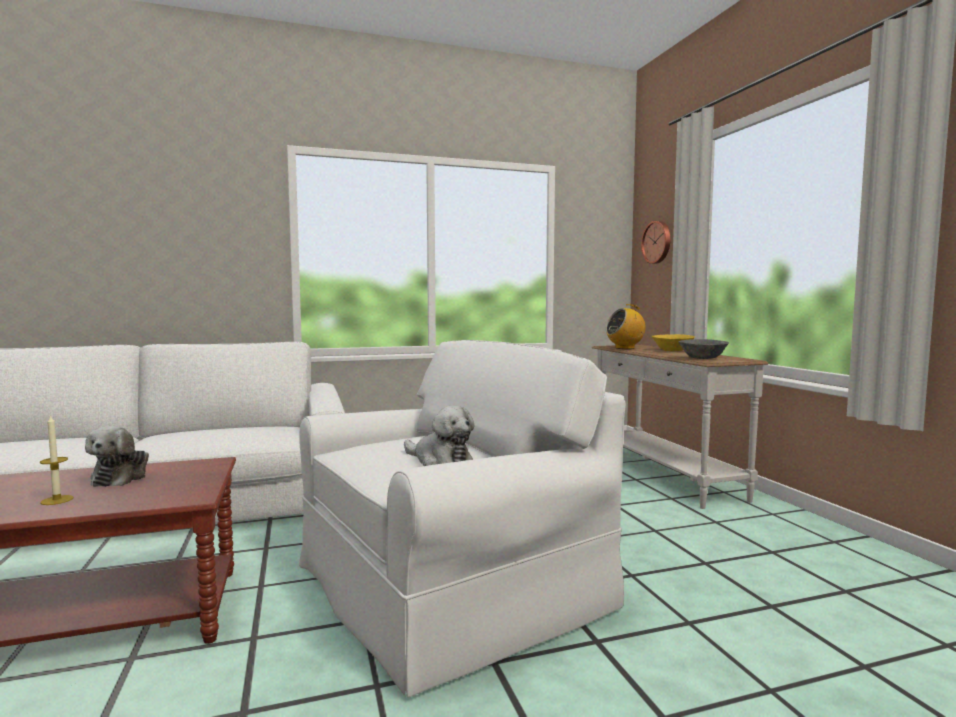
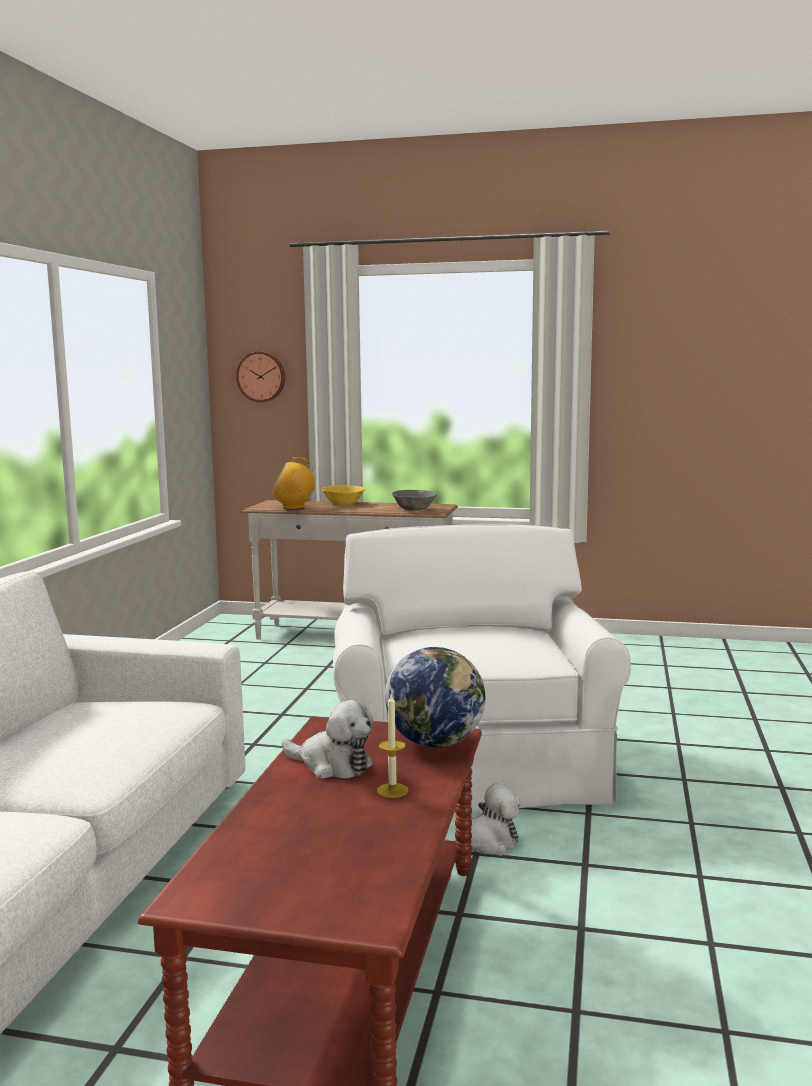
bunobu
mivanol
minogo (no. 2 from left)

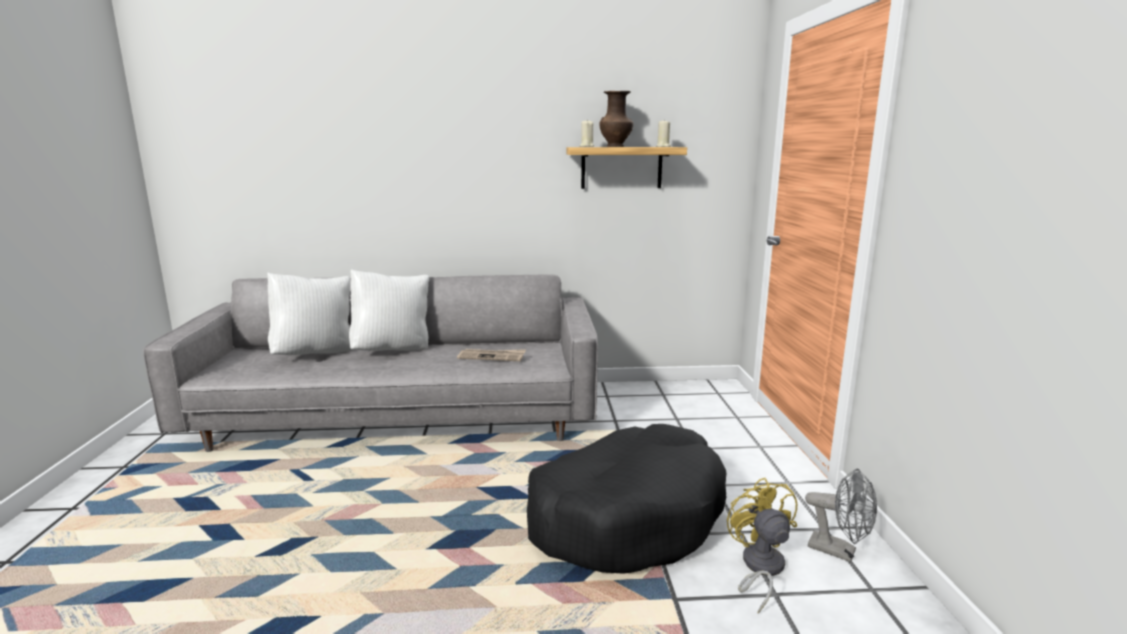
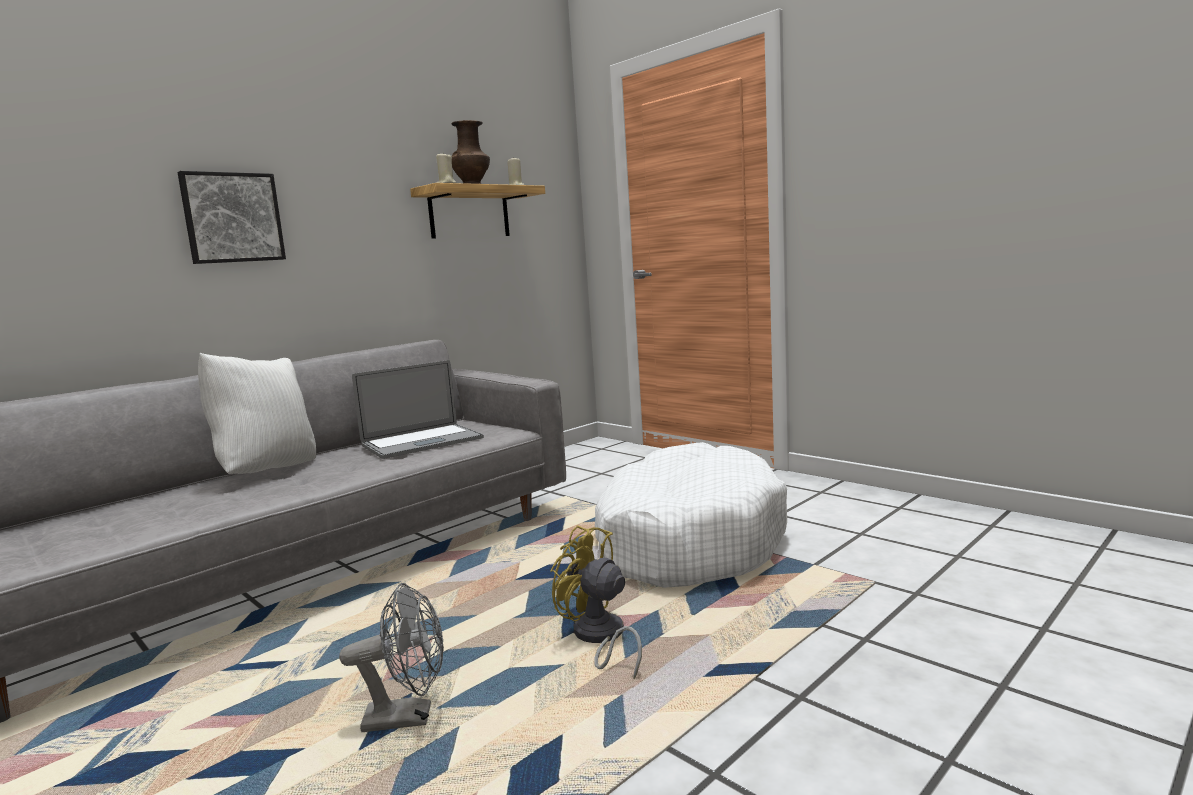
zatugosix
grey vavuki
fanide
yellow vavuki
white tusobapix
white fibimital (no. 1 from left in the first image)

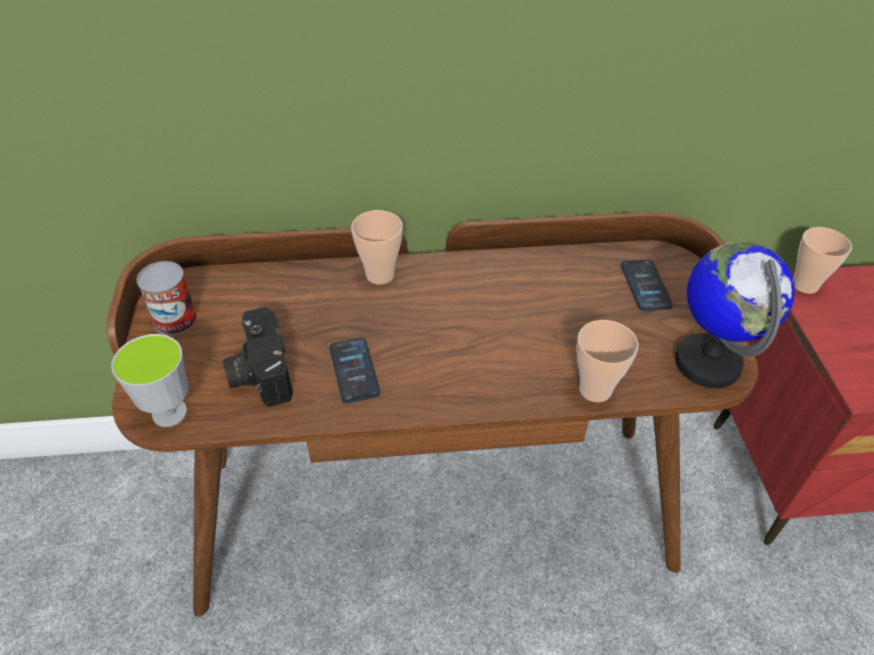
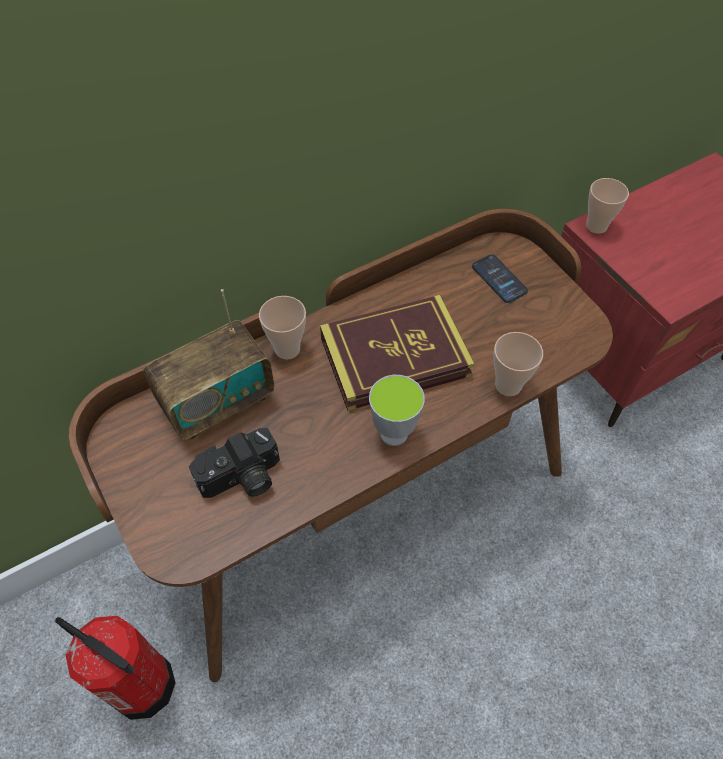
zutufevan
bunobu
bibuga
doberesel
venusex (no. 2 from left)
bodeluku
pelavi (no. 1 from left in the first image)
mivanol

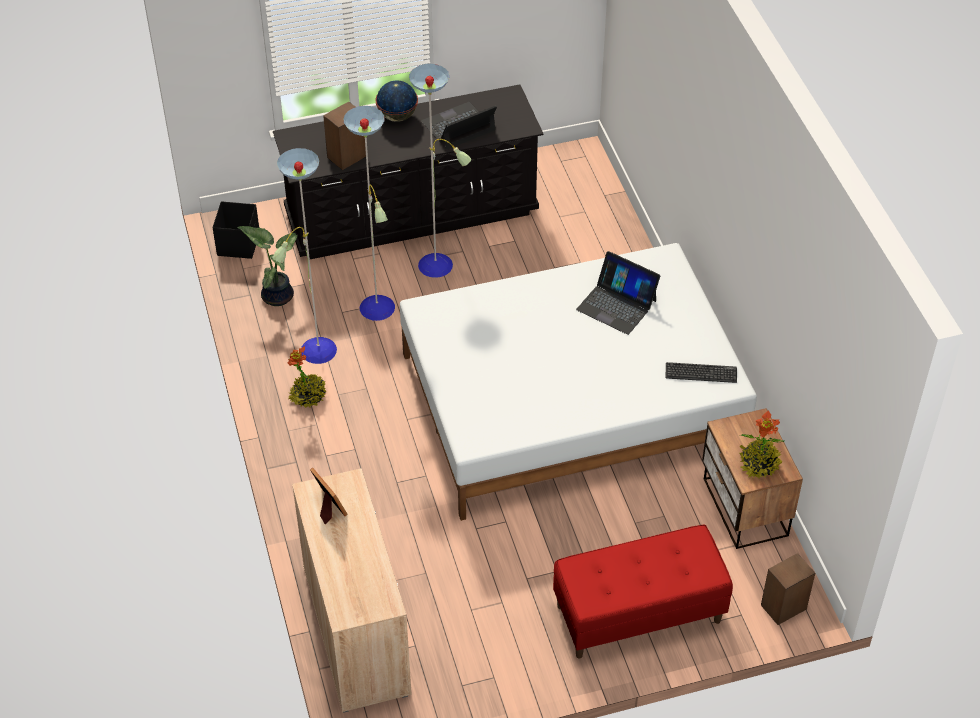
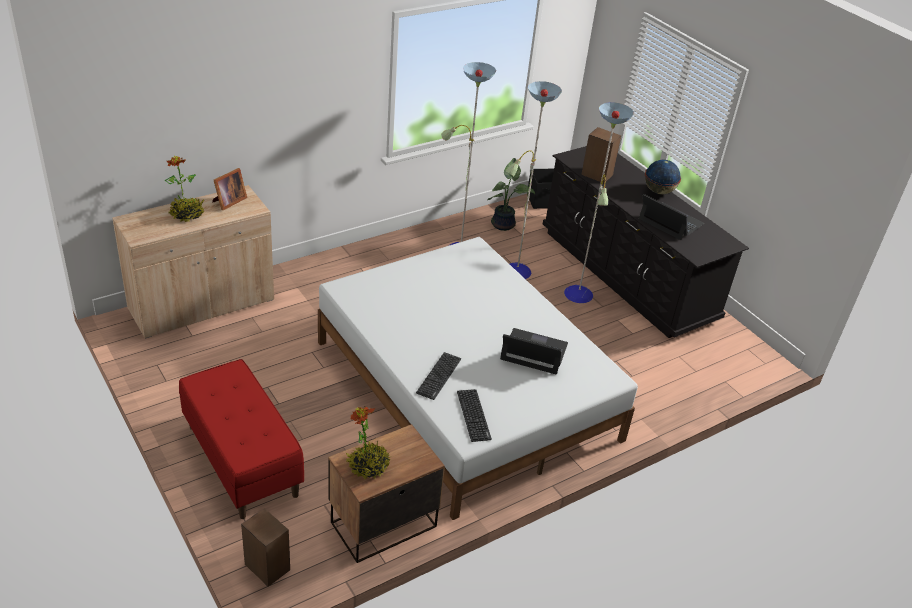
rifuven (no. 1 from left)
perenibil (no. 1 from left)
fanide (no. 1 from left)

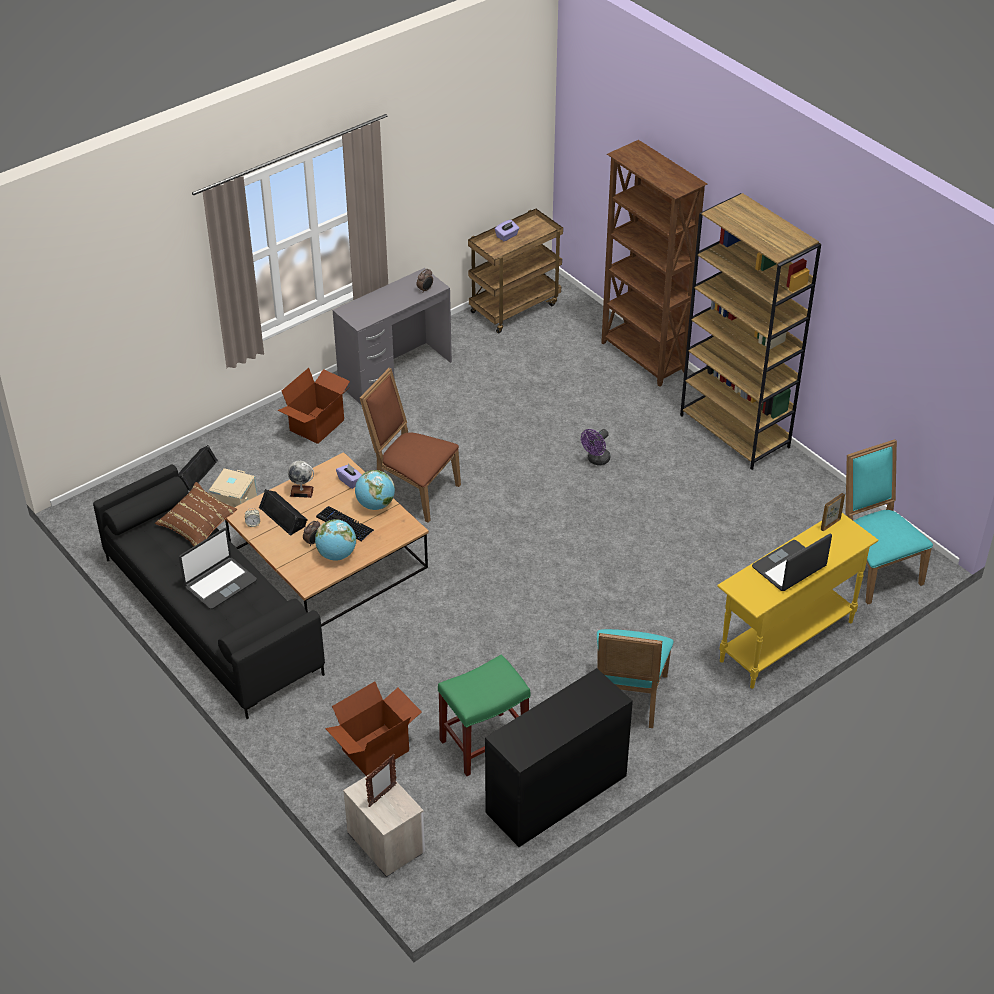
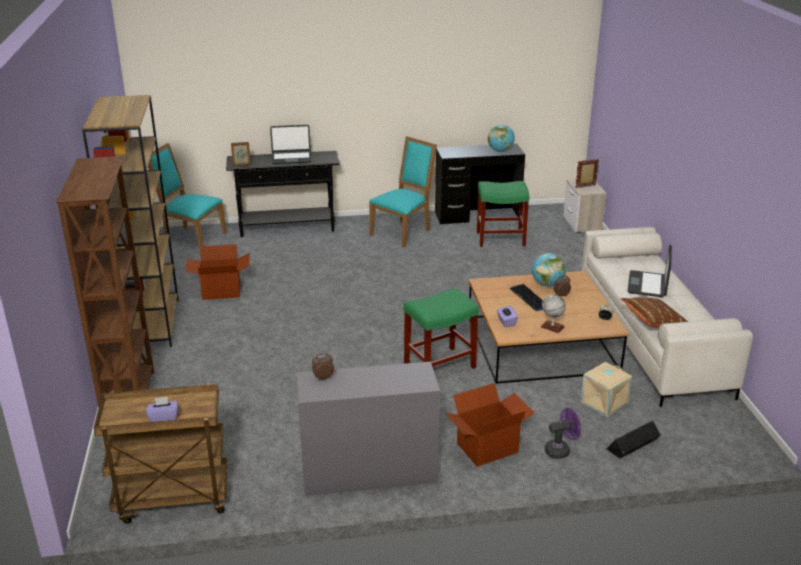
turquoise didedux (no. 1 from left)
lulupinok (no. 1 from left)
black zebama
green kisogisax (no. 1 from left)
mivanol (no. 1 from left)
purple vavuki
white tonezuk
fanide (no. 2 from left)
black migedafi (no. 2 from left in the first image)

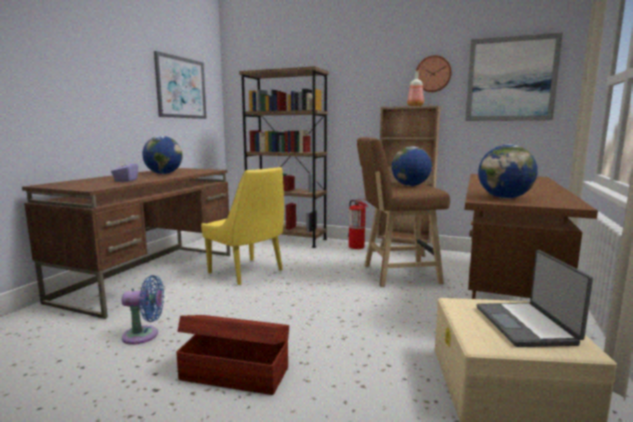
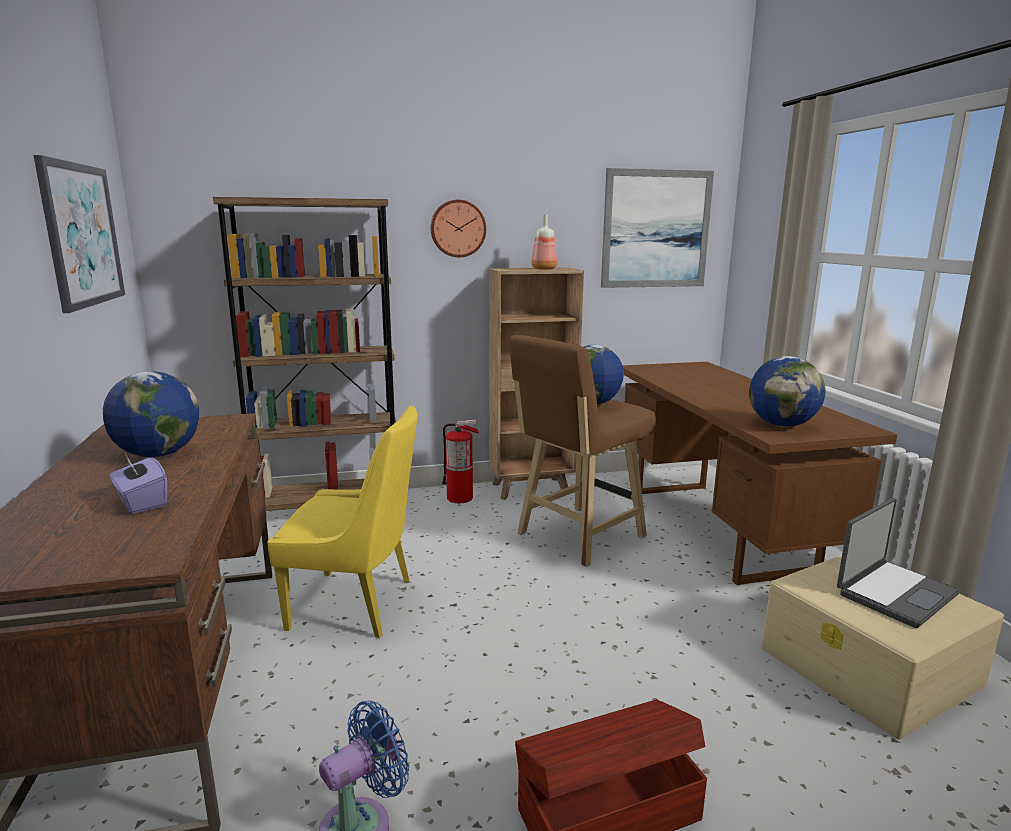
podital
fanide

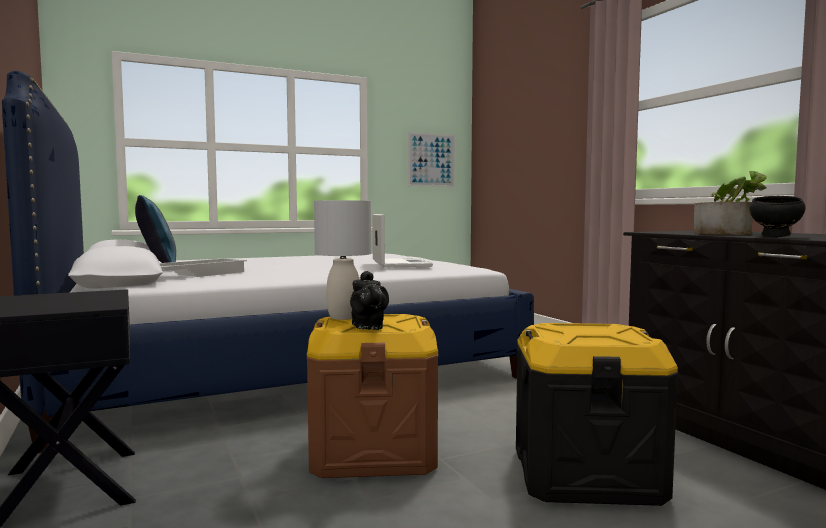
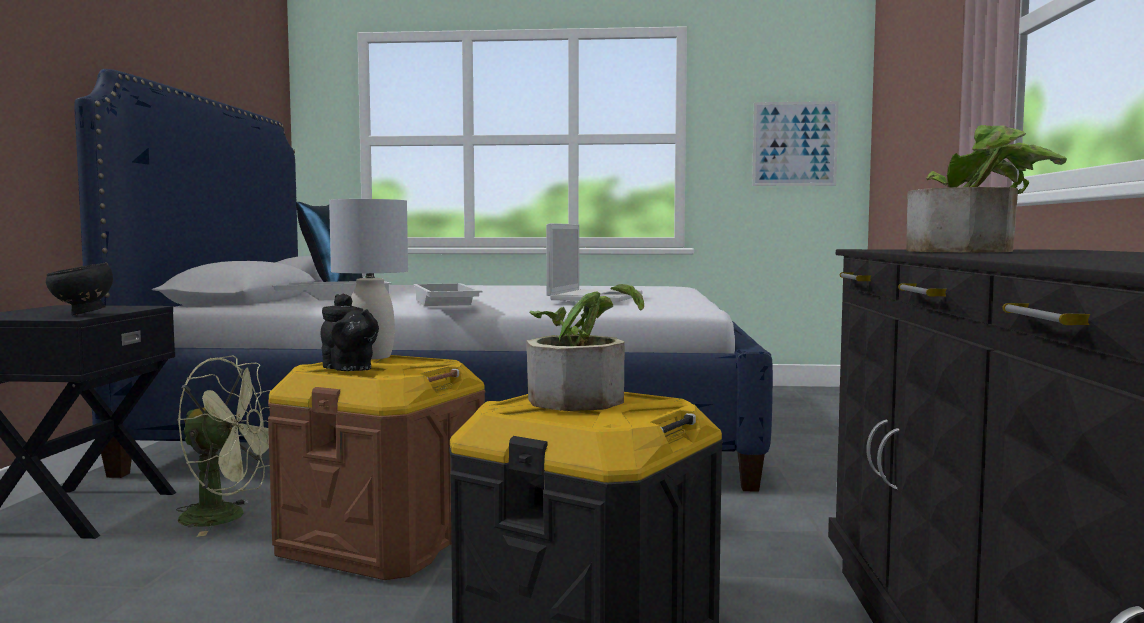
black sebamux
green vavuki
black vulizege
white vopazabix (no. 2 from left)
rifuven (no. 1 from left)

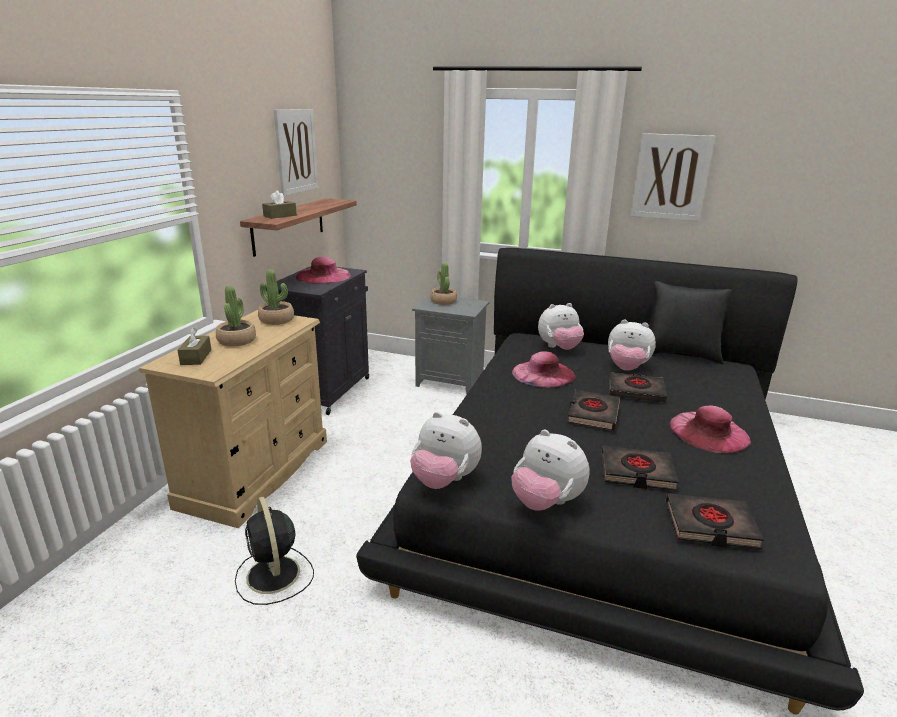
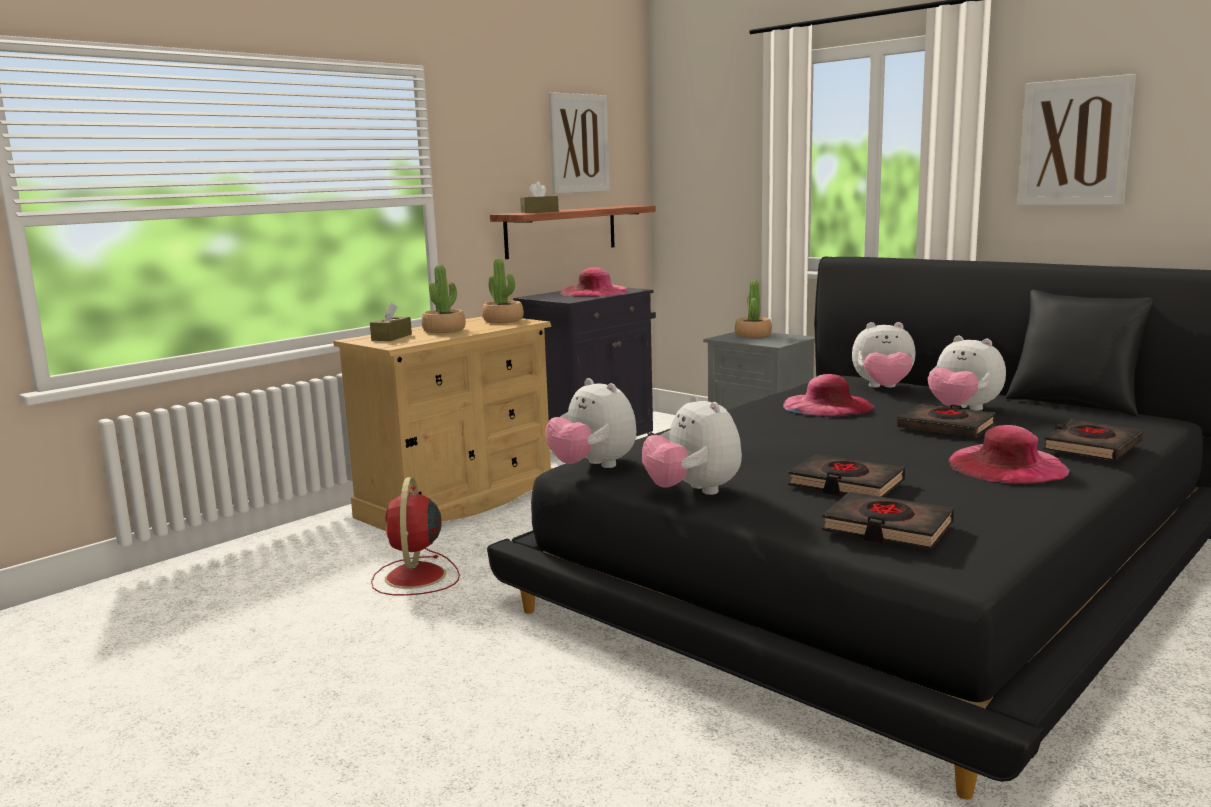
red vavuki
black doberesel (no. 4 from left)

